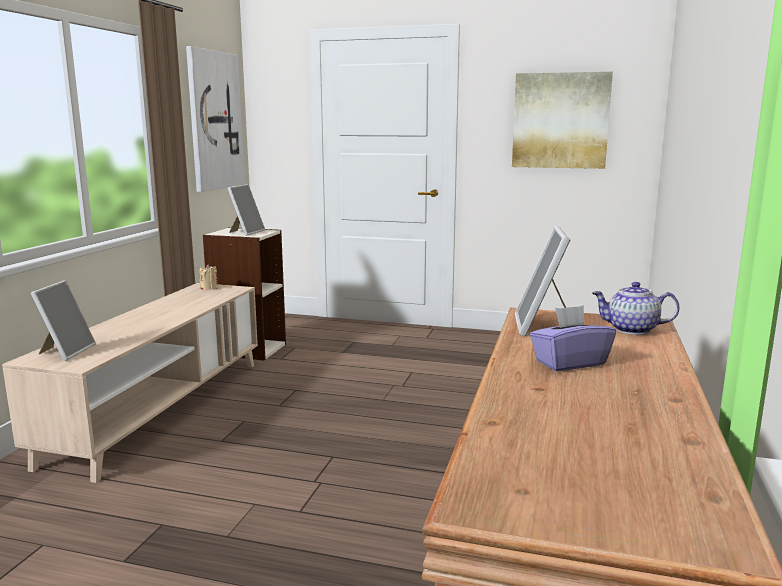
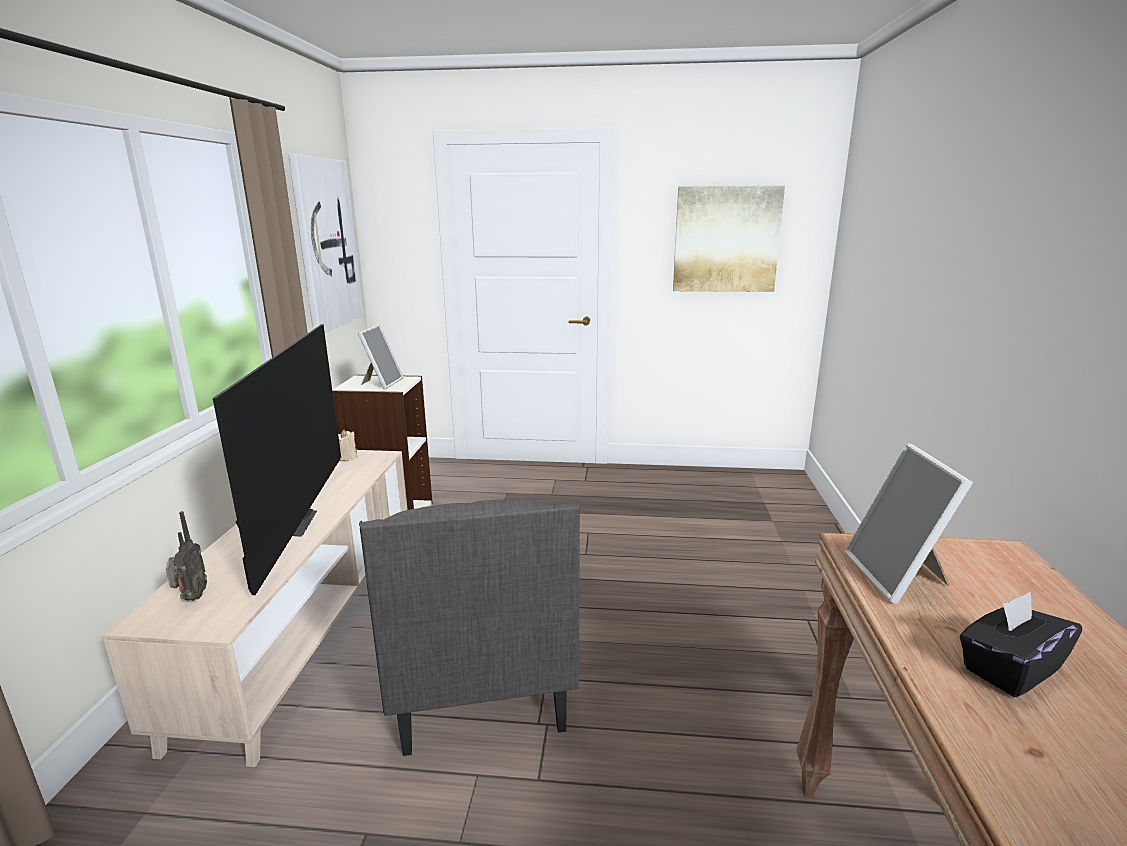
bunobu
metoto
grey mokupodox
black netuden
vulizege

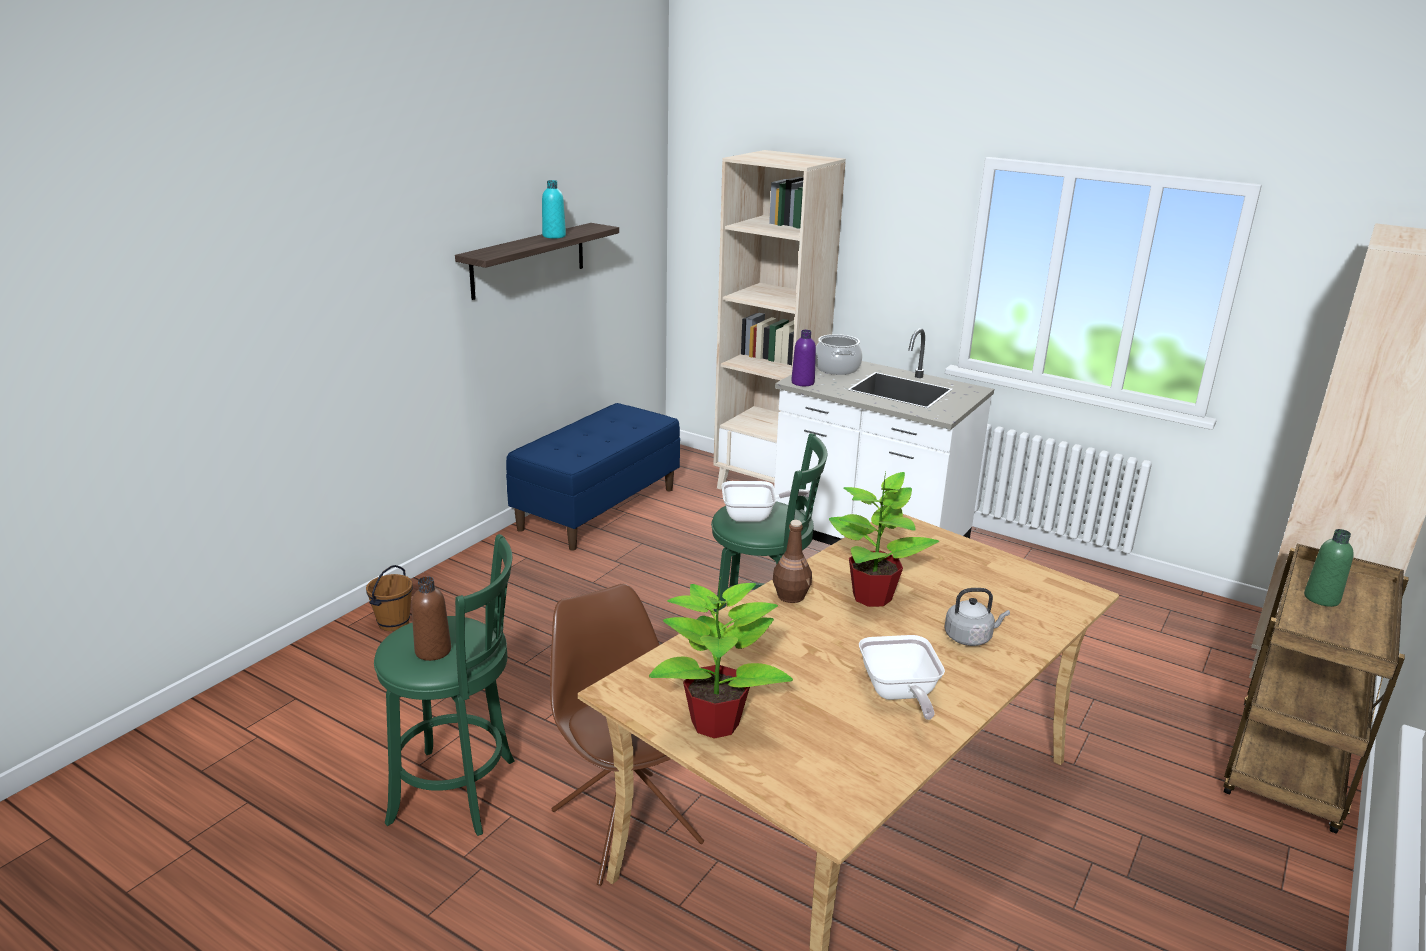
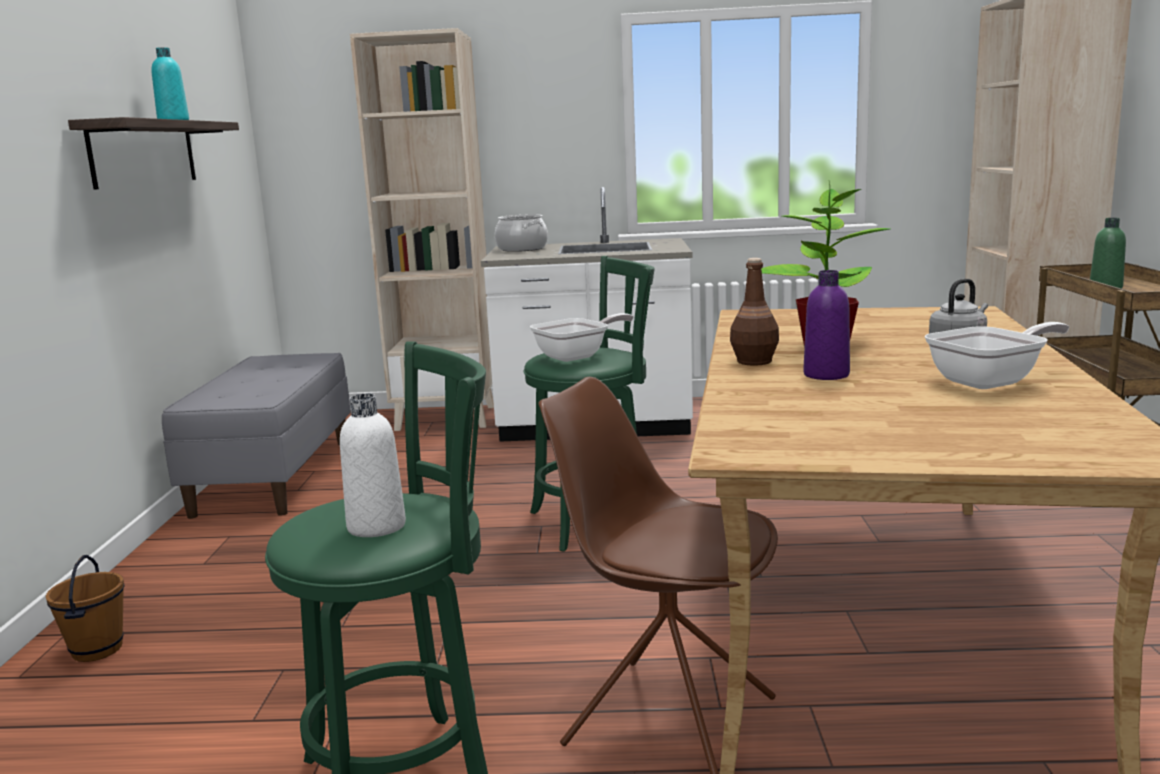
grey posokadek
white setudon
purple setudon
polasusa (no. 2 from left)
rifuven (no. 1 from left in the first image)

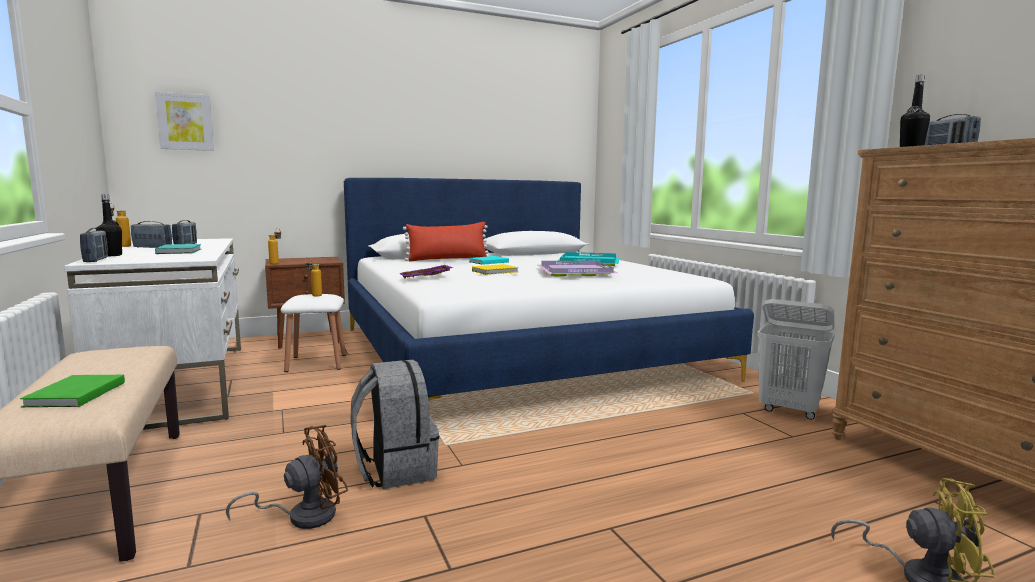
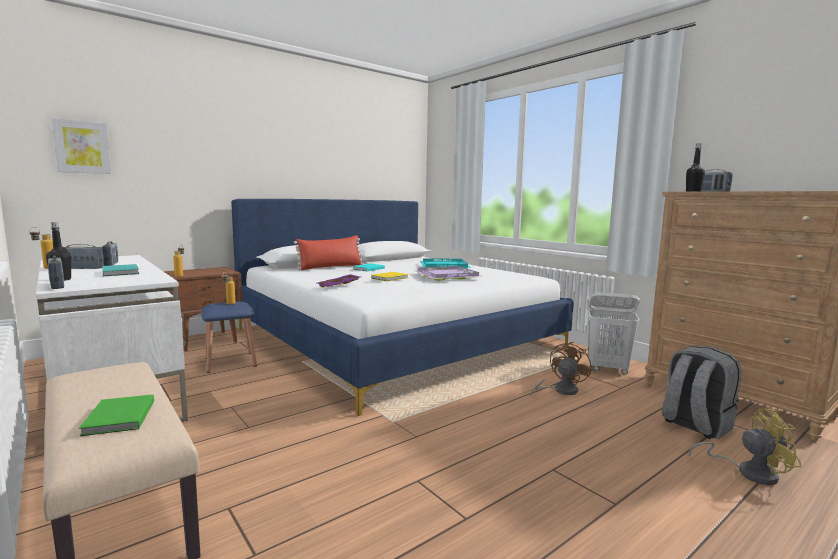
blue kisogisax
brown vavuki
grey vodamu

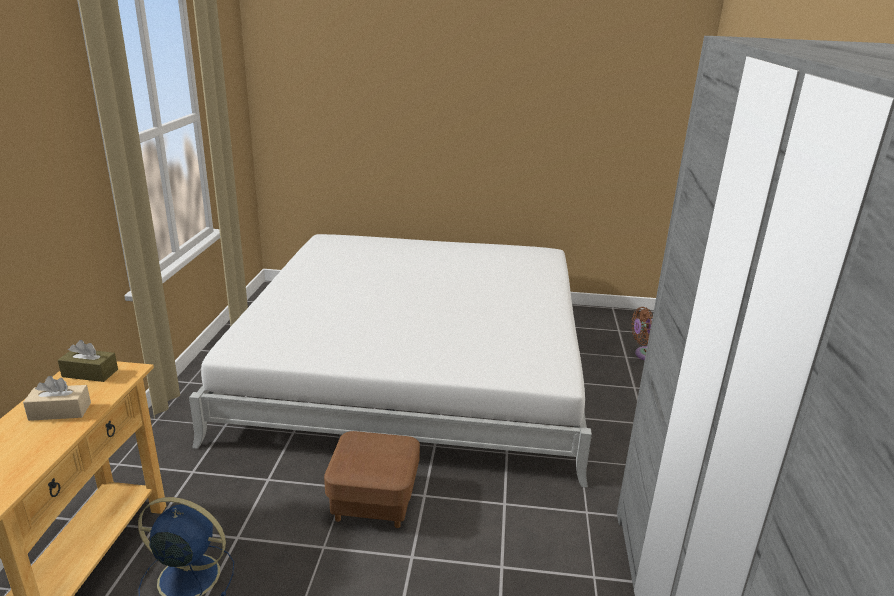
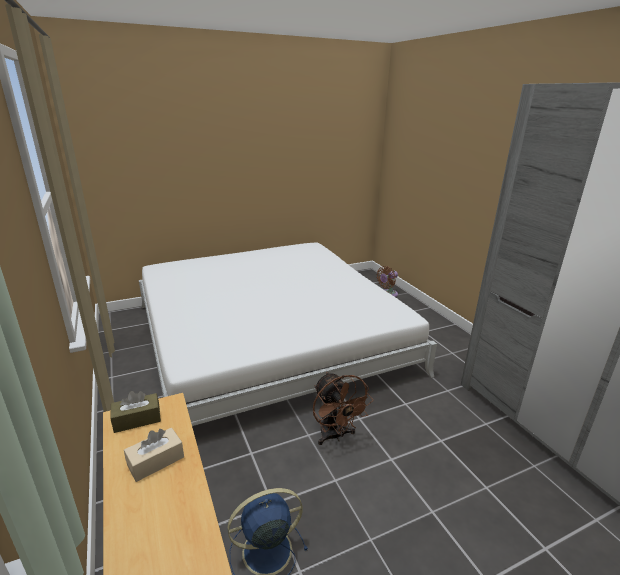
brown vavuki (no. 1 from left)

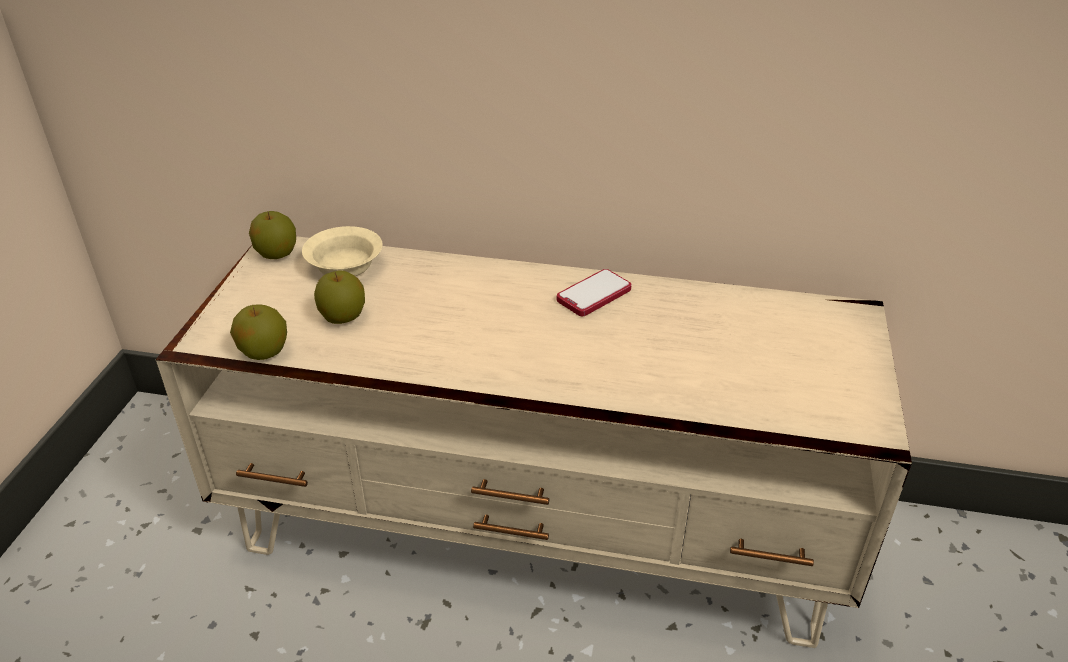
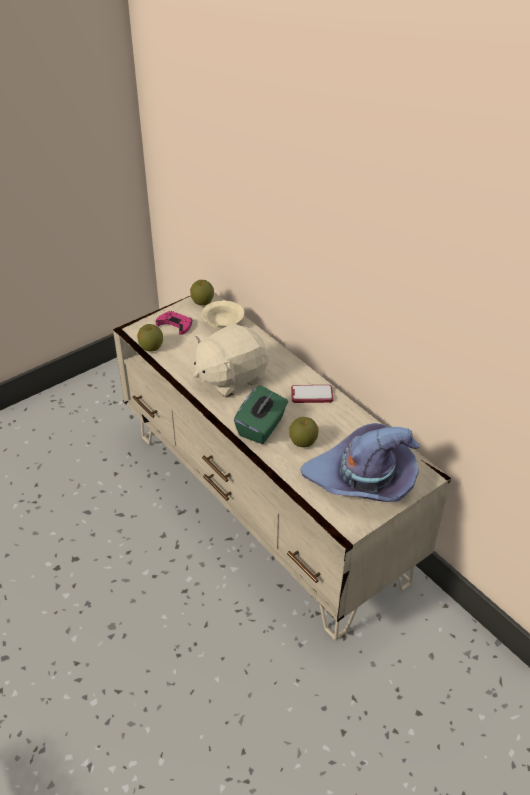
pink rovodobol
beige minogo
green netuden
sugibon (no. 3 from left)
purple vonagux

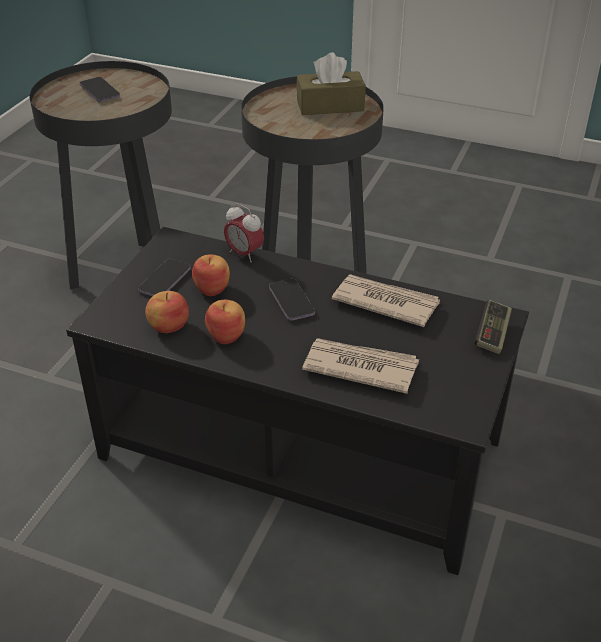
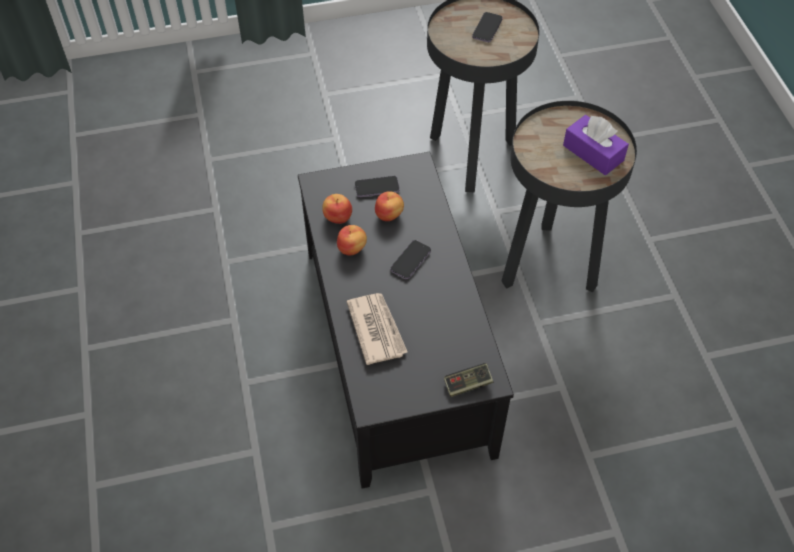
purple netuden
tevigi
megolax (no. 2 from left in the first image)

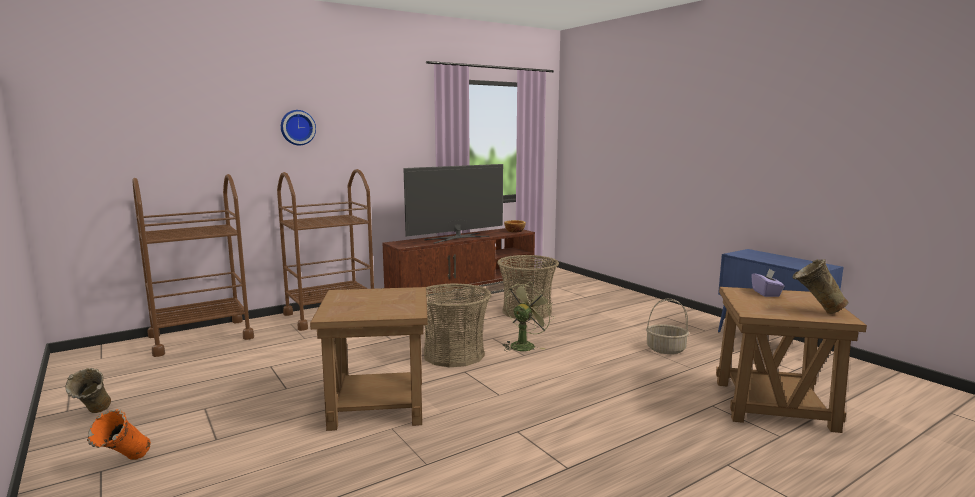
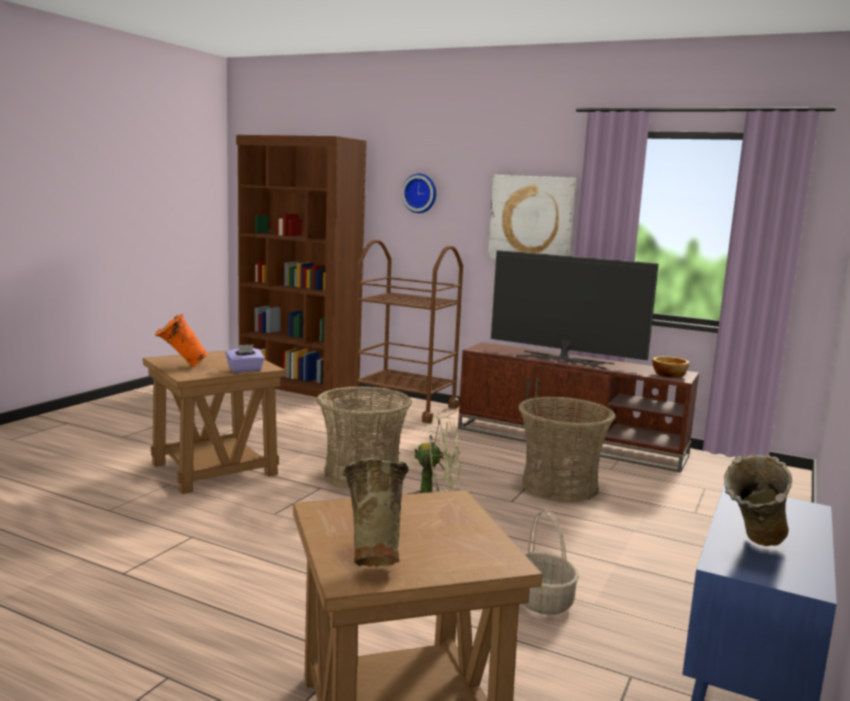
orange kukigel
purple netuden
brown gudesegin
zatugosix
beige kukigel (no. 2 from left)

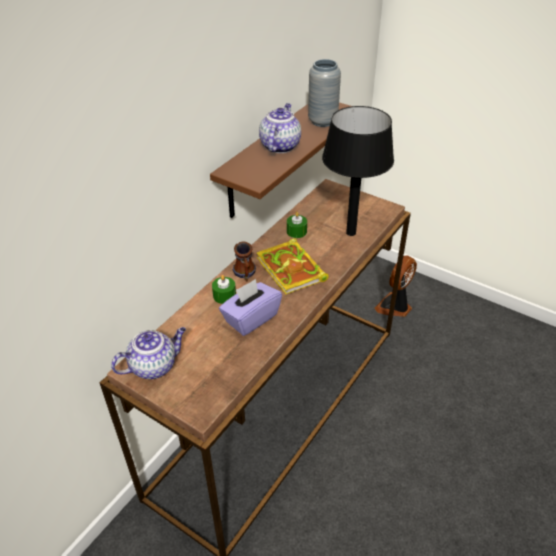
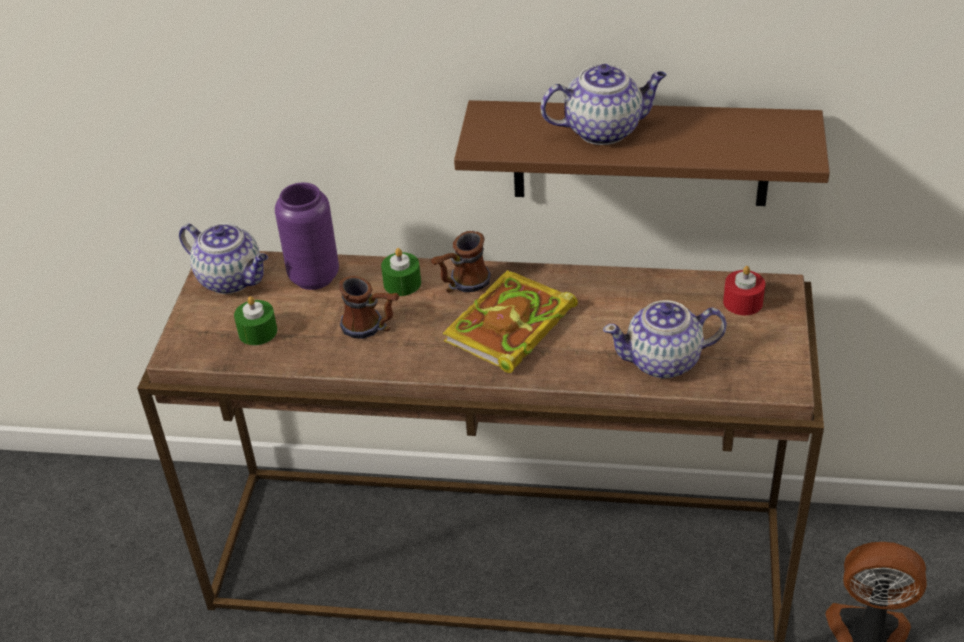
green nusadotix (no. 1 from left)
purple kukigel
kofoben (no. 1 from left)
vulizege (no. 3 from left)
red nusadotix
grey kukigel

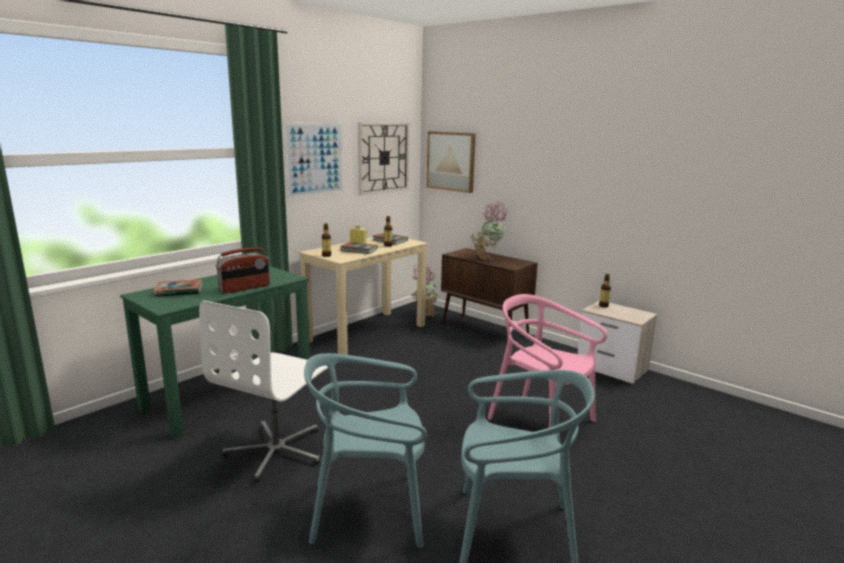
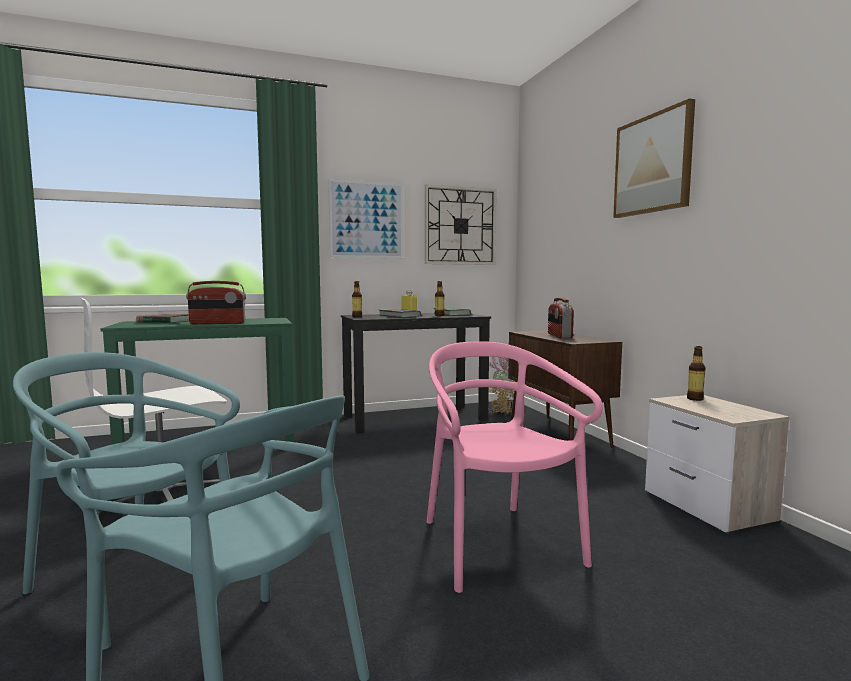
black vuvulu
bunobu (no. 2 from left)
zatugosix (no. 2 from left)

